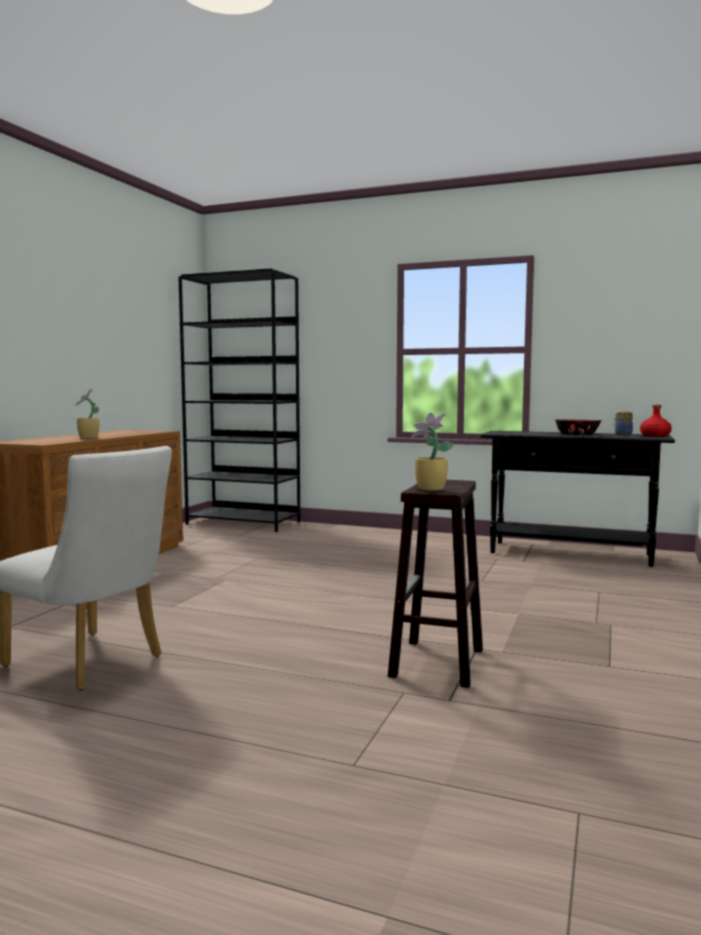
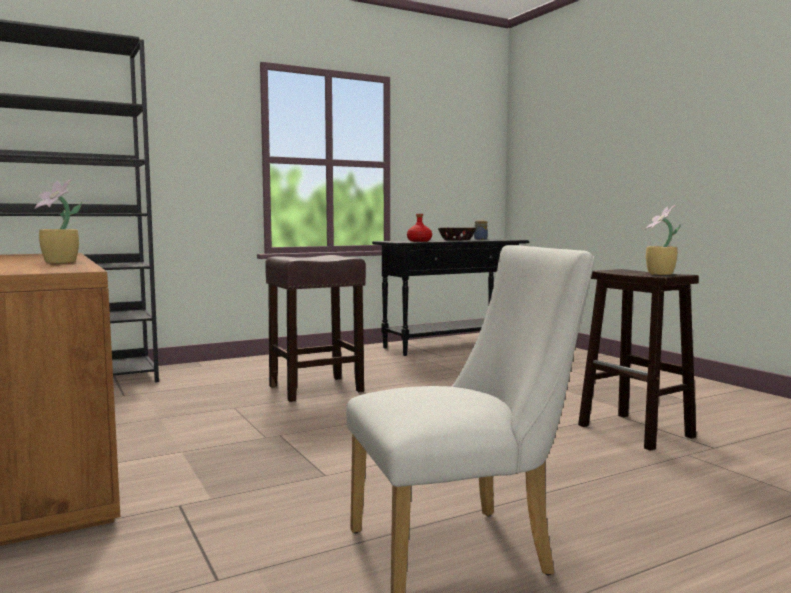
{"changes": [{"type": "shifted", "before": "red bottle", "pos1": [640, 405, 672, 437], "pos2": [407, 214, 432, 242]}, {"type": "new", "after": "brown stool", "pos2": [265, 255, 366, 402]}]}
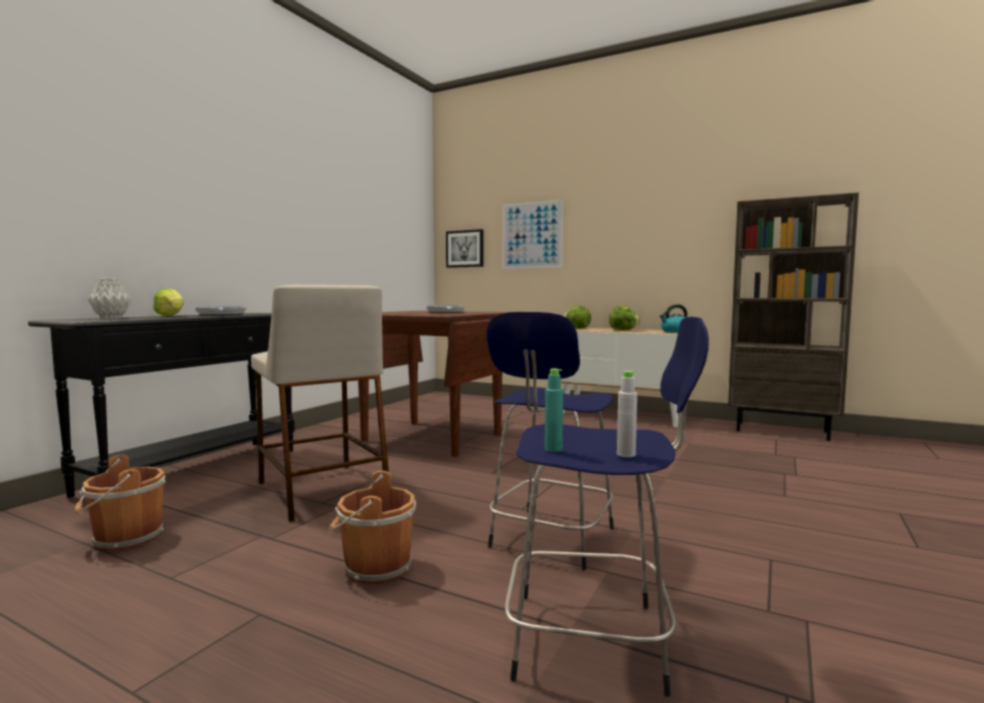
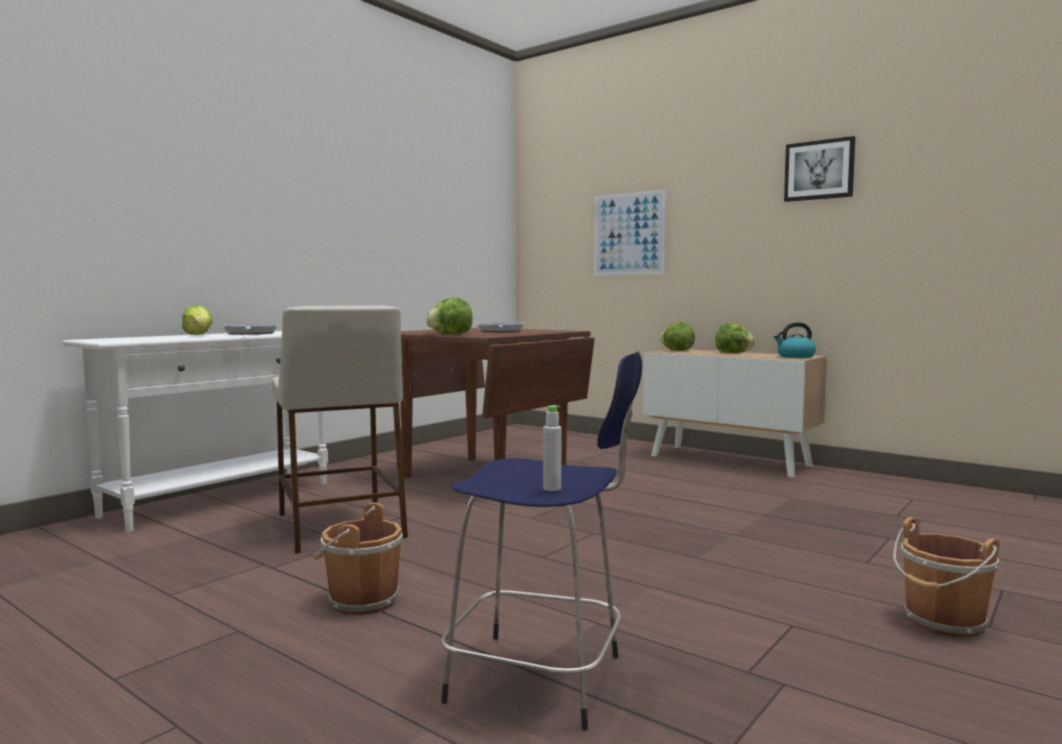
{"changes": [{"type": "gone", "before": "brown bookcase", "pos1": [728, 192, 859, 441]}, {"type": "shifted", "before": "picture", "pos1": [446, 229, 483, 268], "pos2": [784, 136, 855, 202]}, {"type": "gone", "before": "grey vase", "pos1": [88, 278, 131, 319]}, {"type": "gone", "before": "blue stool", "pos1": [487, 312, 614, 570]}, {"type": "repainted", "before": "black console table", "after": "white console table", "pos1": [28, 313, 295, 498], "pos2": [62, 331, 328, 532]}, {"type": "gone", "before": "turquoise bottle", "pos1": [545, 369, 563, 452]}, {"type": "shifted", "before": "brown bucket", "pos1": [75, 454, 166, 551], "pos2": [893, 517, 1000, 637]}, {"type": "new", "after": "lettuce", "pos2": [426, 298, 472, 334]}]}
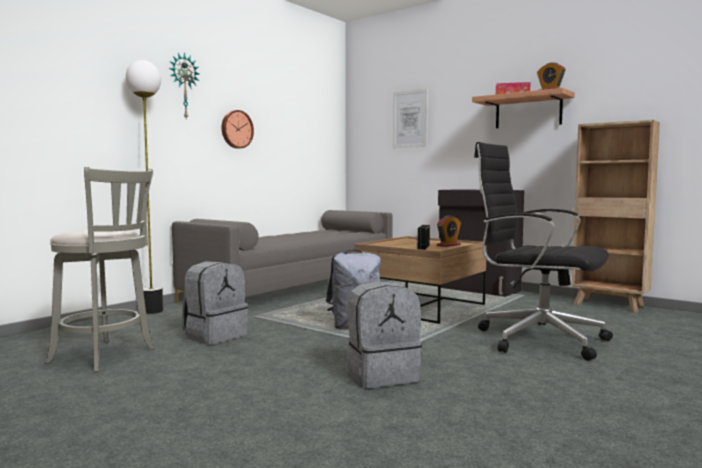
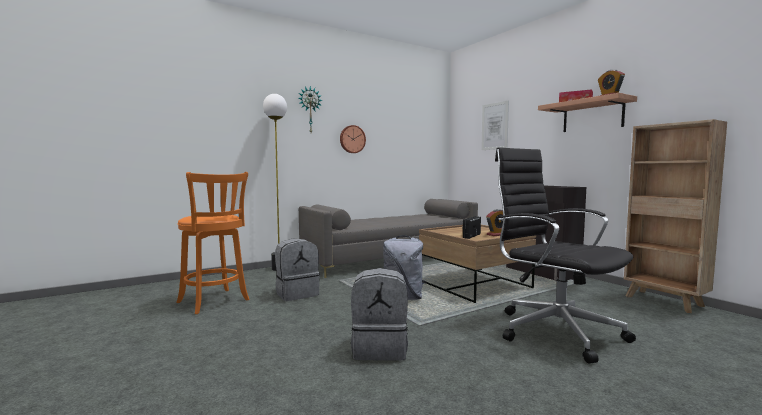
{"changes": [{"type": "repainted", "before": "grey stool", "after": "orange stool", "pos1": [45, 167, 155, 372], "pos2": [176, 172, 249, 314]}]}
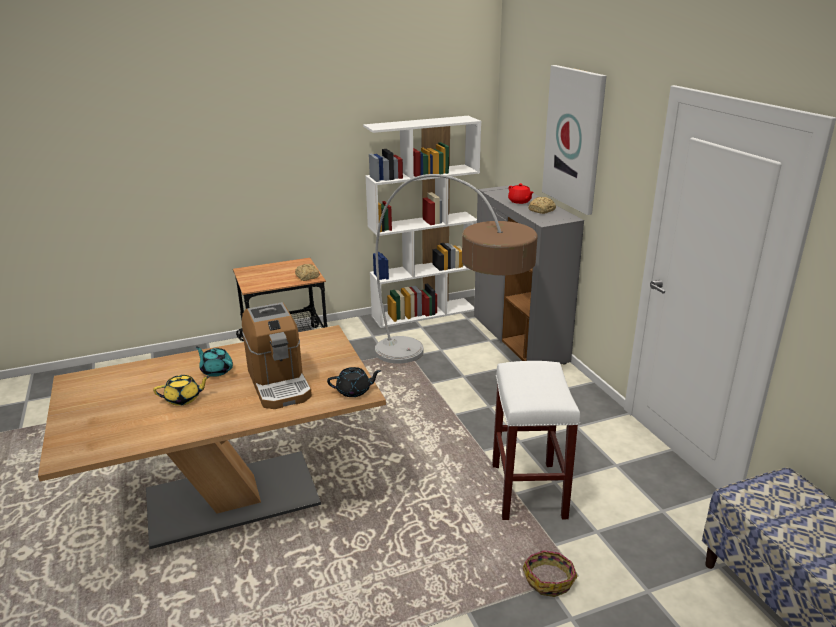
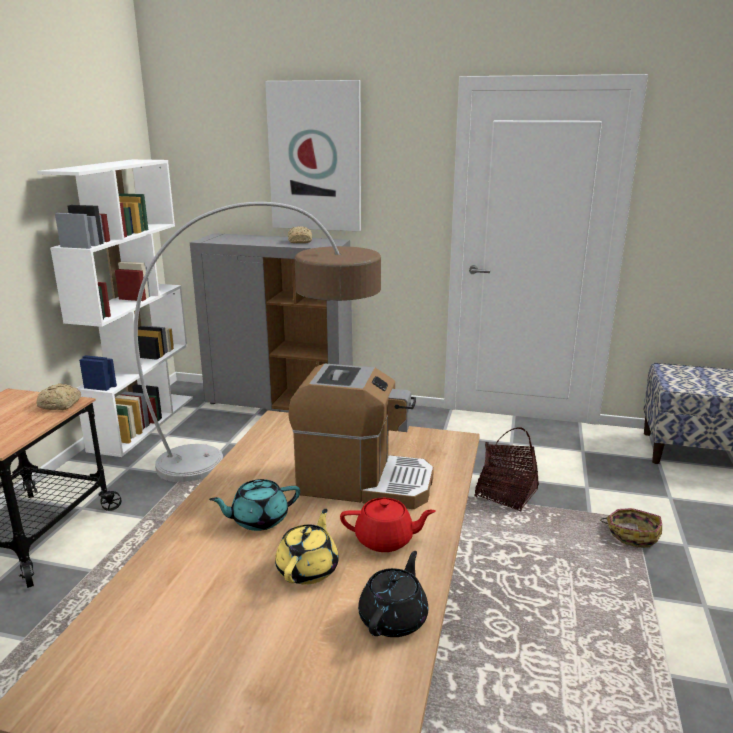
{"changes": [{"type": "shifted", "before": "red teapot", "pos1": [508, 183, 534, 204], "pos2": [340, 498, 435, 552]}, {"type": "swapped", "before": "white stool", "after": "basket", "pos1": [492, 361, 580, 520], "pos2": [475, 427, 539, 512]}, {"type": "shifted", "before": "black teapot", "pos1": [327, 367, 381, 397], "pos2": [358, 551, 428, 637]}]}
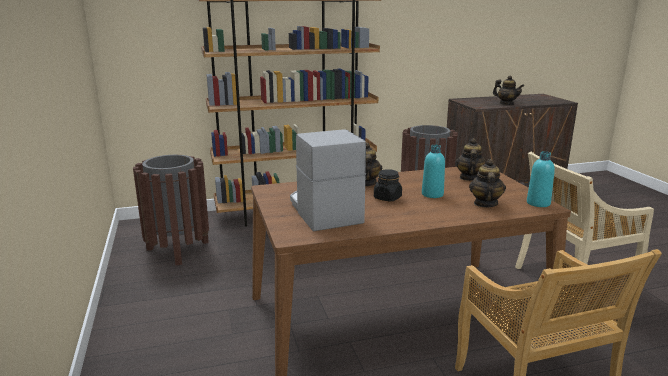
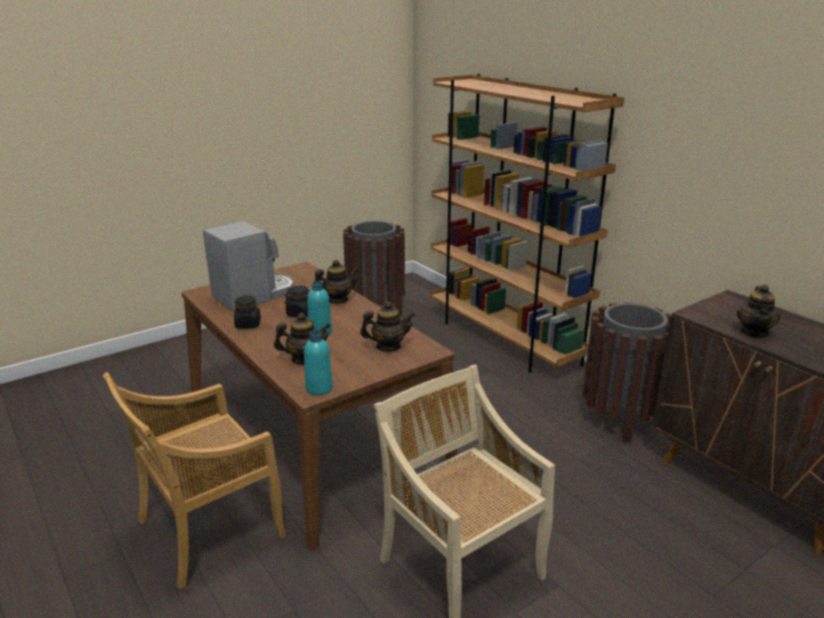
{"changes": [{"type": "new", "after": "black jar", "pos2": [234, 295, 261, 329]}]}
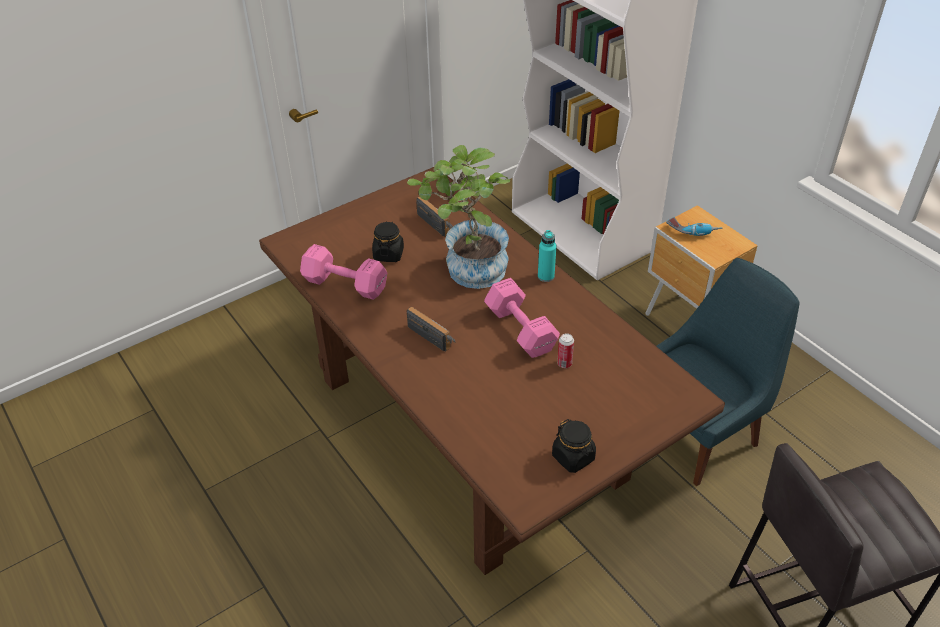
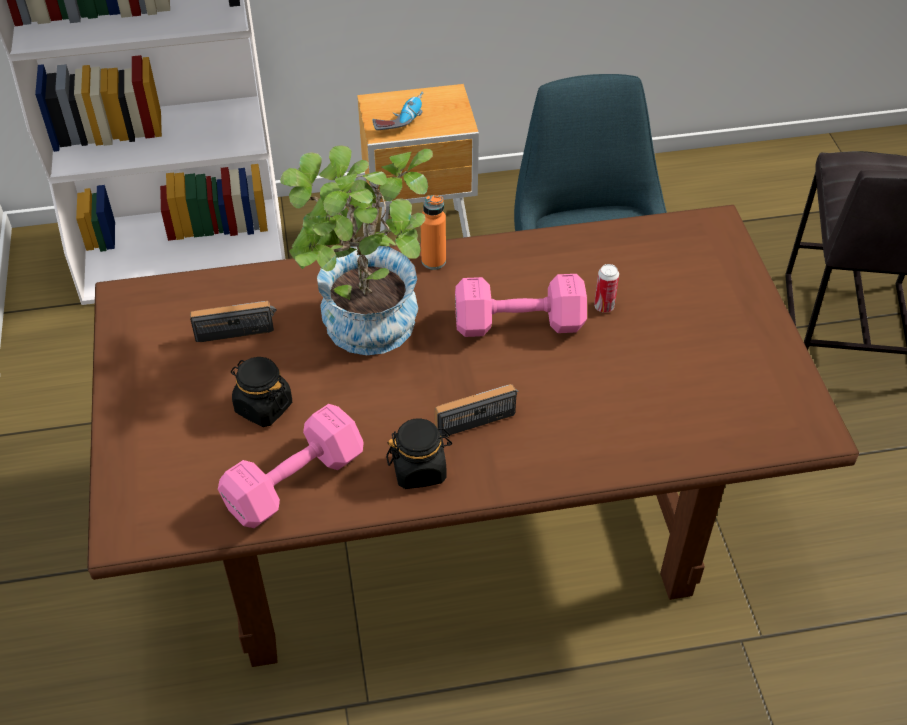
{"changes": [{"type": "repainted", "before": "turquoise bottle", "after": "orange bottle", "pos1": [538, 230, 556, 282], "pos2": [421, 195, 446, 270]}, {"type": "shifted", "before": "black jar", "pos1": [552, 419, 596, 473], "pos2": [386, 418, 452, 489]}]}
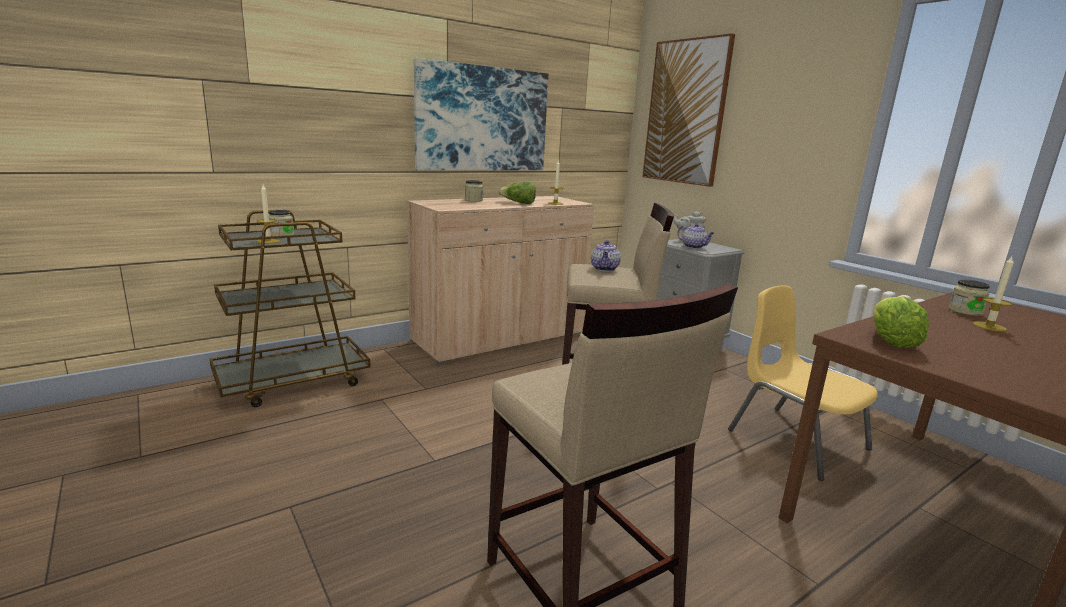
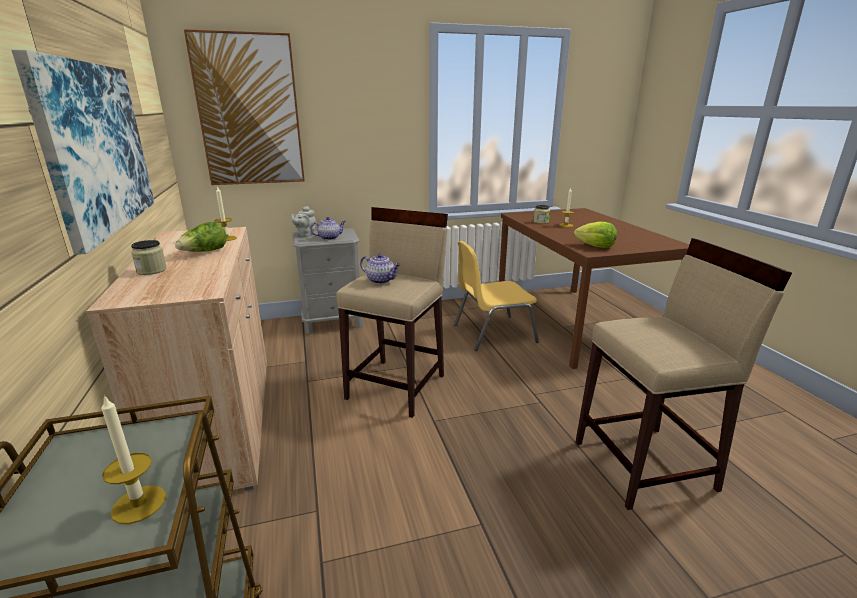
{"changes": [{"type": "gone", "before": "jar", "pos1": [269, 210, 294, 236]}]}
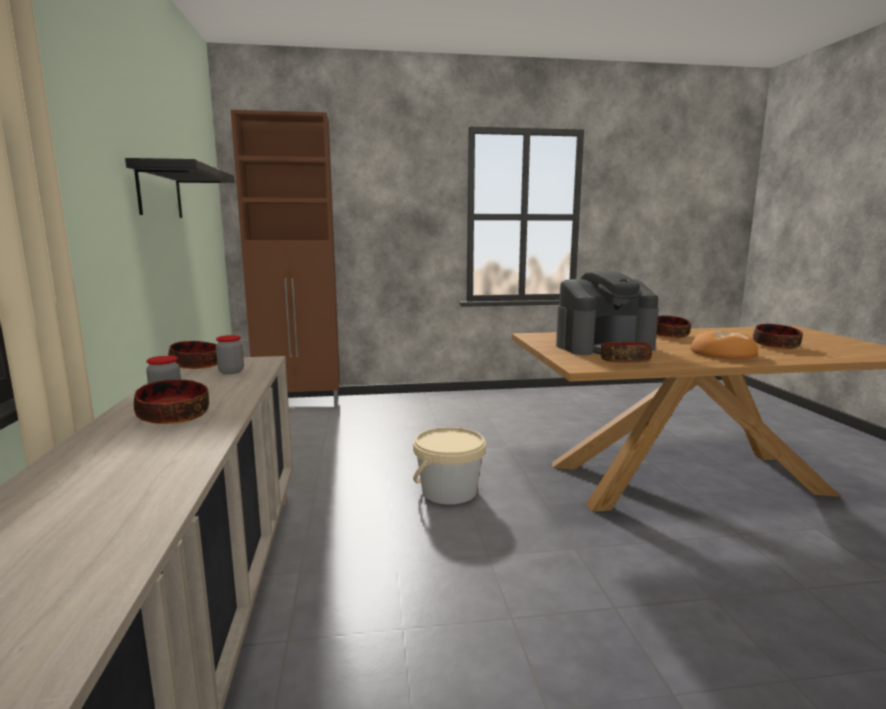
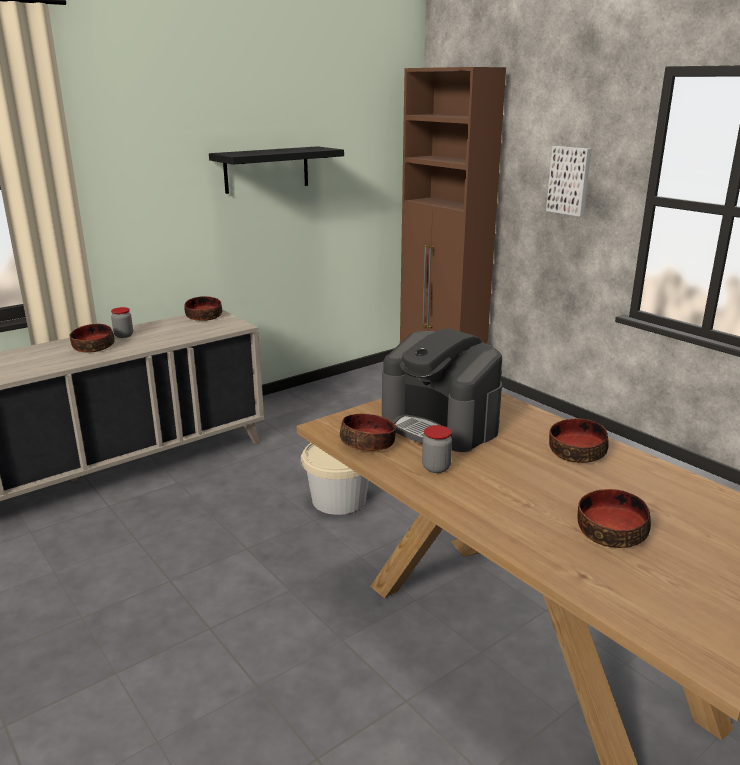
{"changes": [{"type": "gone", "before": "bread", "pos1": [690, 330, 758, 359]}, {"type": "shifted", "before": "jar", "pos1": [216, 335, 244, 374], "pos2": [422, 425, 452, 473]}, {"type": "new", "after": "picture", "pos2": [546, 146, 591, 217]}]}
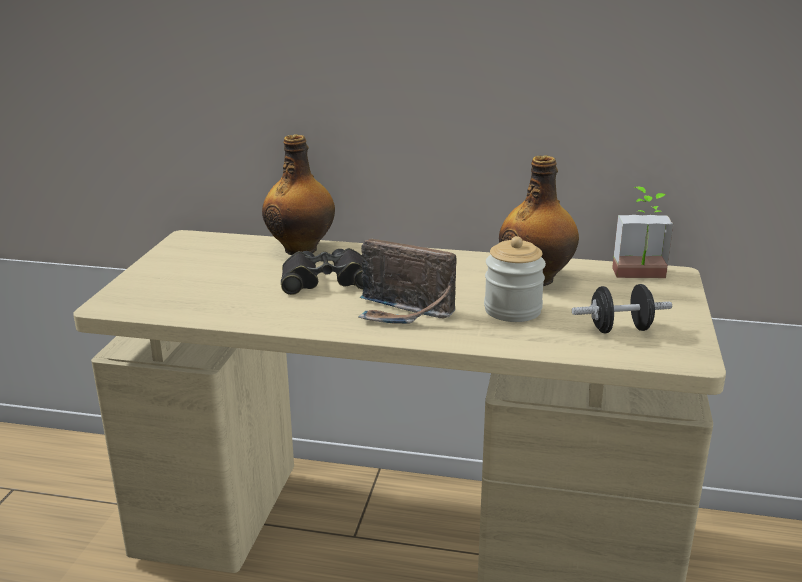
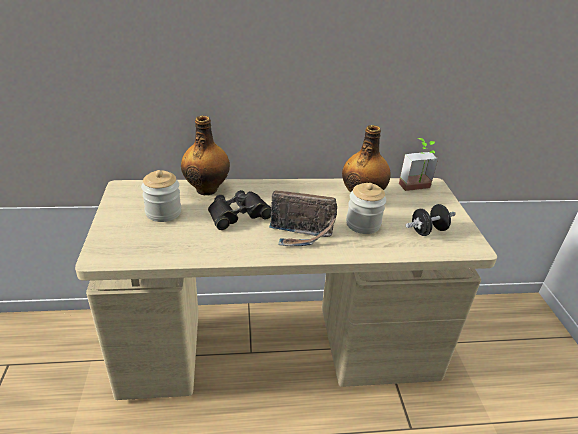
{"changes": [{"type": "new", "after": "jar", "pos2": [141, 170, 181, 222]}]}
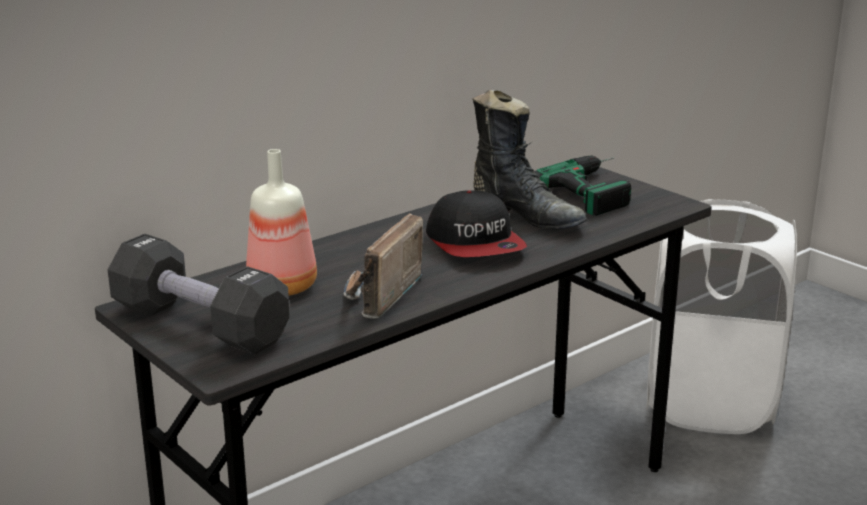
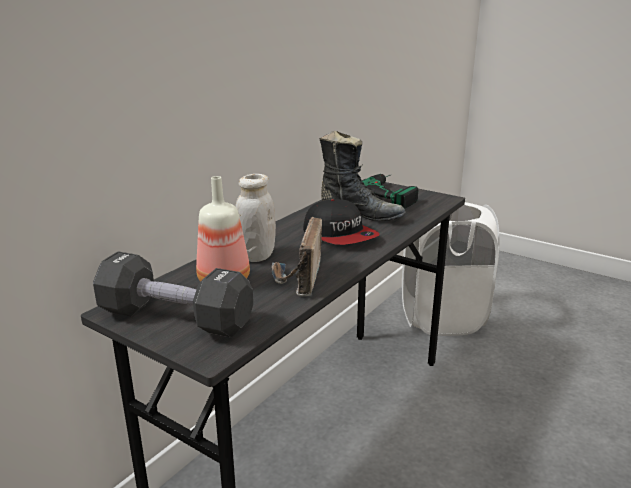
{"changes": [{"type": "new", "after": "white jar", "pos2": [235, 174, 276, 262]}]}
